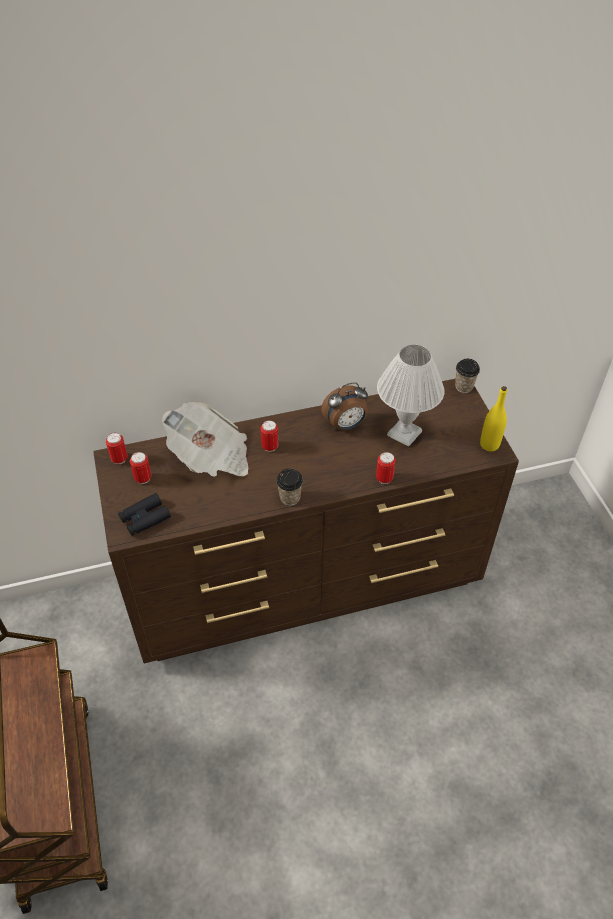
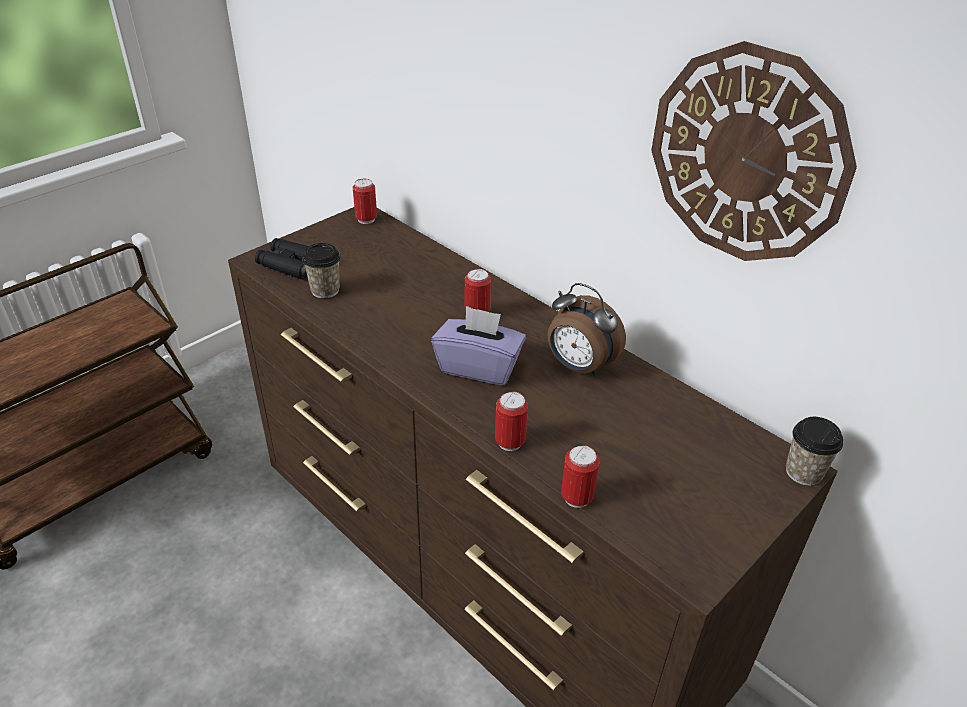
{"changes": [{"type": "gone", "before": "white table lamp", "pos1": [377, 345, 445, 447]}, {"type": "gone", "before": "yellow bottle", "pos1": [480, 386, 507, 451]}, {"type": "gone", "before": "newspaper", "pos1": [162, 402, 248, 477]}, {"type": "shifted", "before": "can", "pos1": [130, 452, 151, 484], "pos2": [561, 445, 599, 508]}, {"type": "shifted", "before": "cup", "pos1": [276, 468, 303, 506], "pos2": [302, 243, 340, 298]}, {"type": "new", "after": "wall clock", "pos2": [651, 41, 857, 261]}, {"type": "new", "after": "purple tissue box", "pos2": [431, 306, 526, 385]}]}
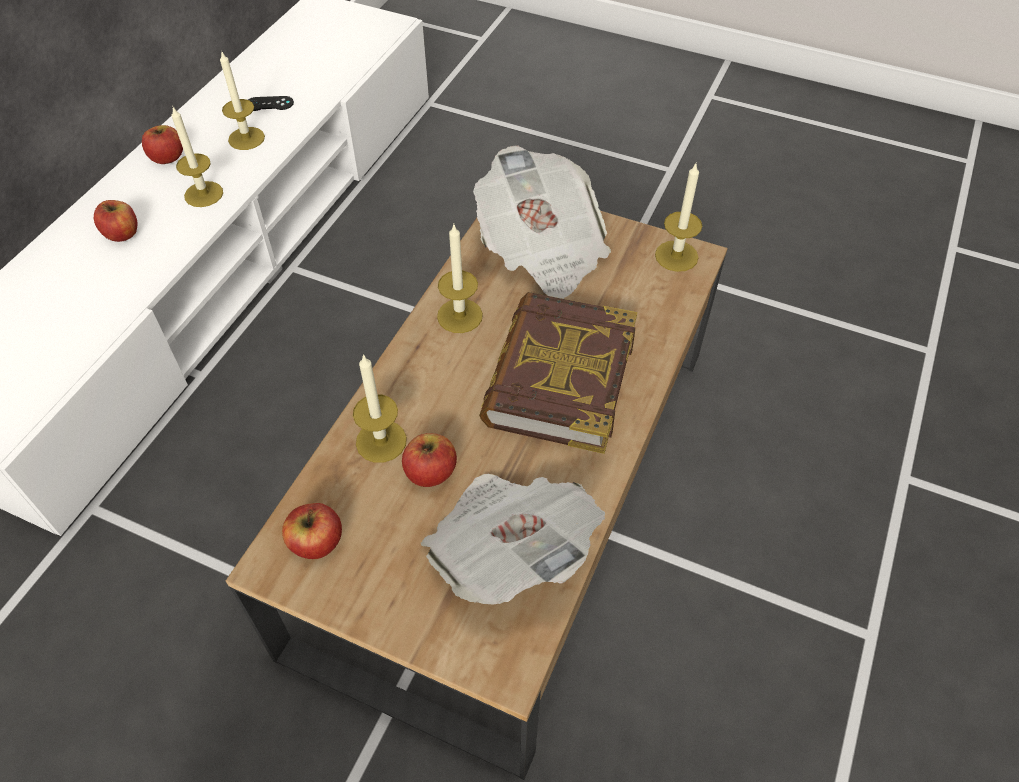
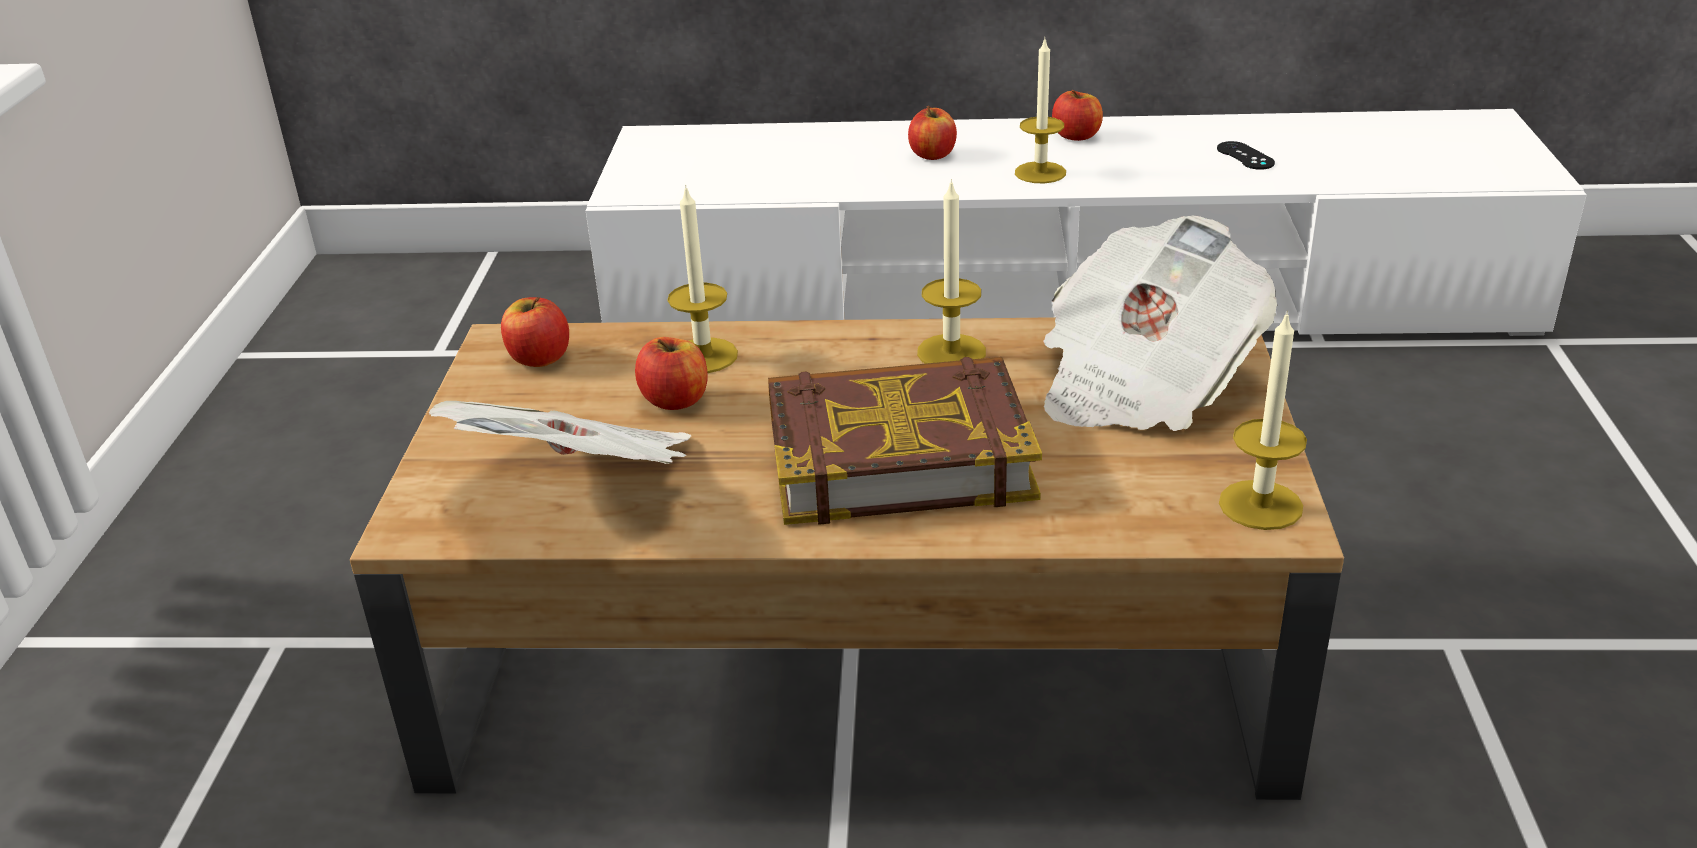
{"changes": [{"type": "gone", "before": "candle", "pos1": [220, 50, 265, 150]}]}
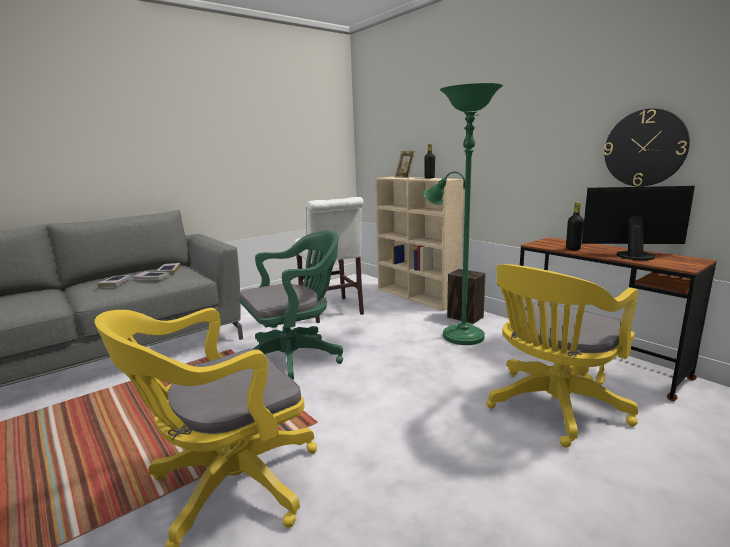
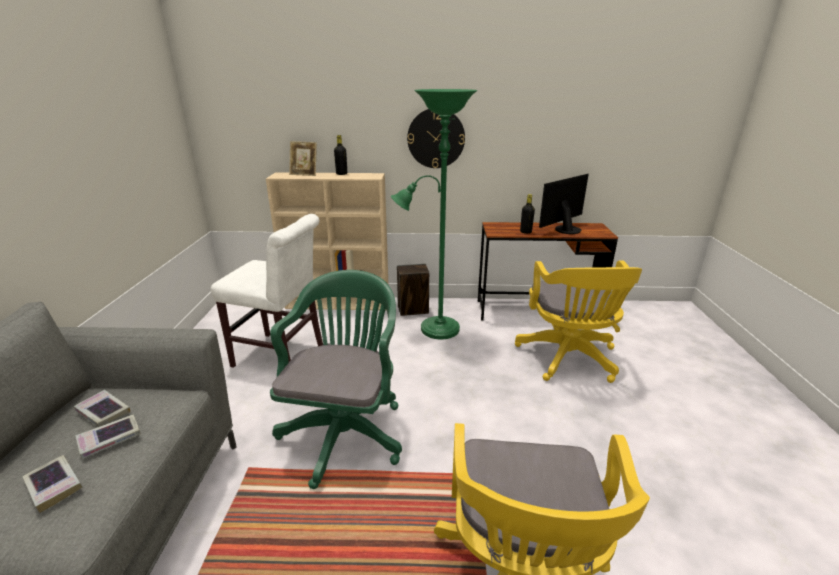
{"changes": [{"type": "shifted", "before": "wall clock", "pos1": [604, 108, 690, 187], "pos2": [407, 109, 465, 168]}]}
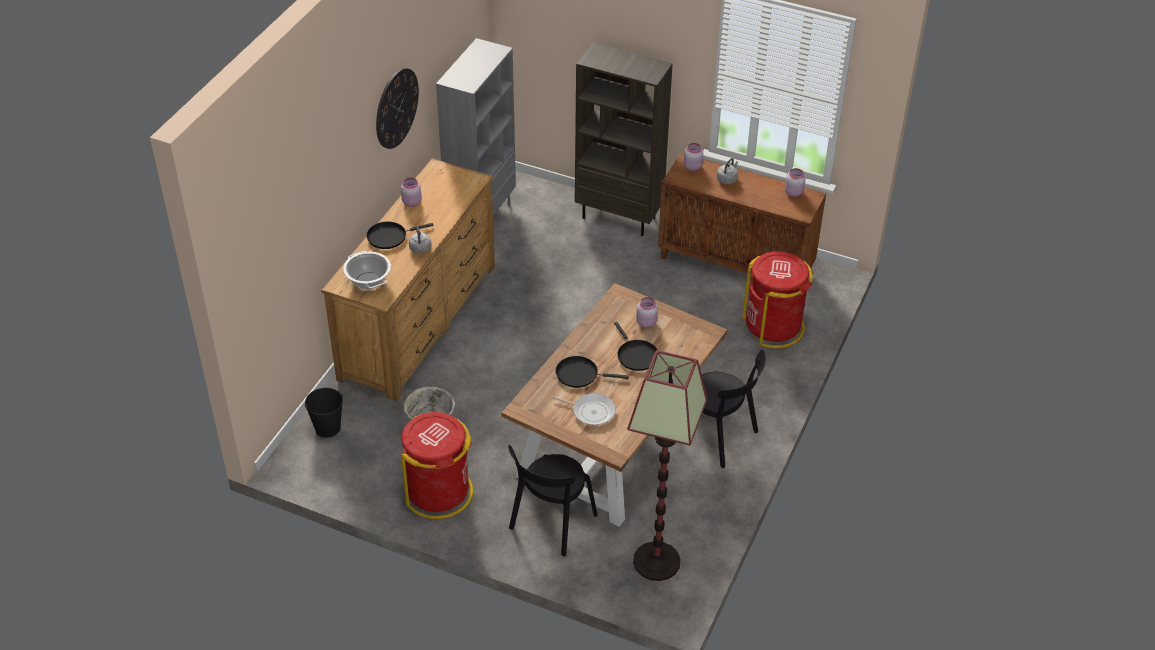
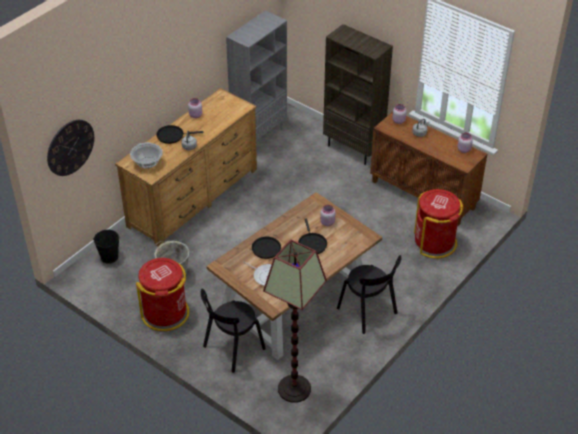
{"changes": [{"type": "shifted", "before": "wall clock", "pos1": [376, 68, 419, 149], "pos2": [47, 120, 94, 176]}]}
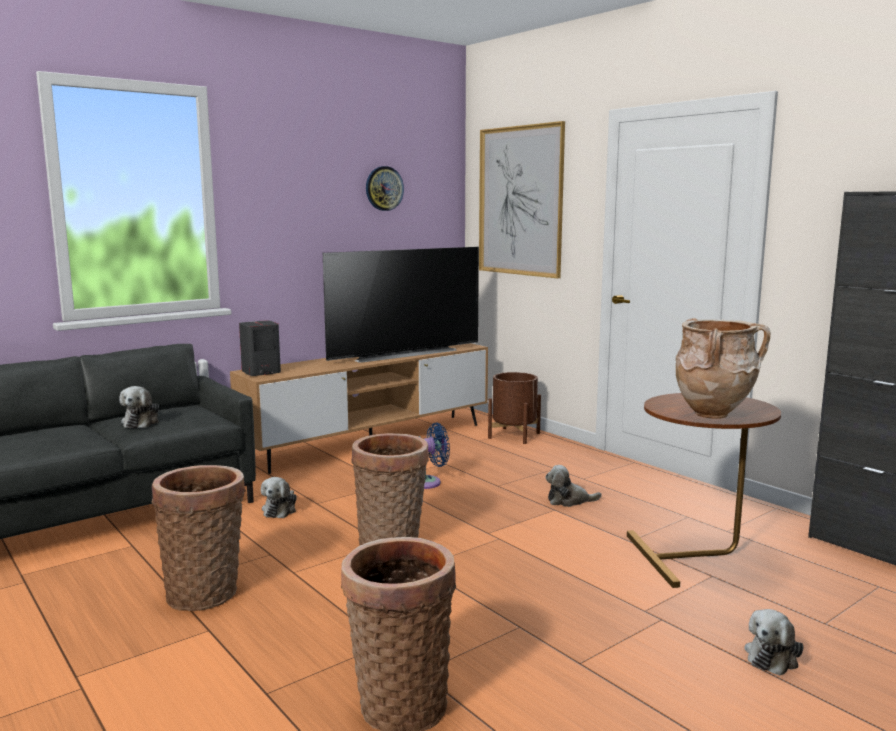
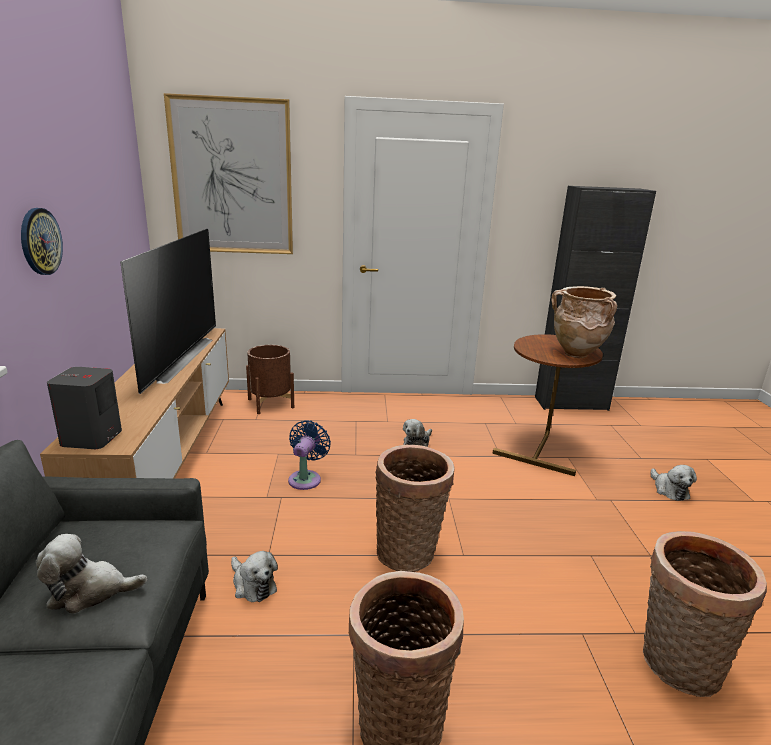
{"changes": [{"type": "shifted", "before": "wall clock", "pos1": [366, 166, 404, 211], "pos2": [21, 208, 63, 275]}, {"type": "rotated", "before": "plush toy", "pos1": [119, 386, 159, 428], "pos2": [36, 534, 147, 614], "turn": 135}]}
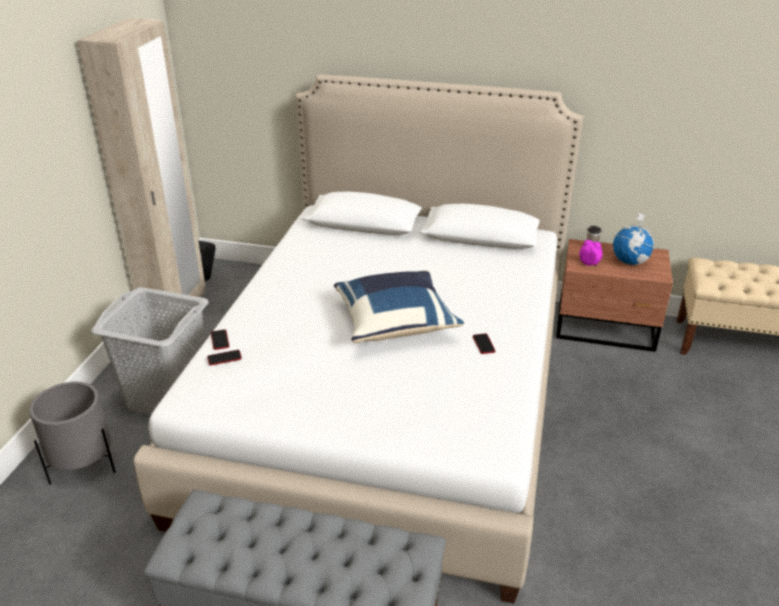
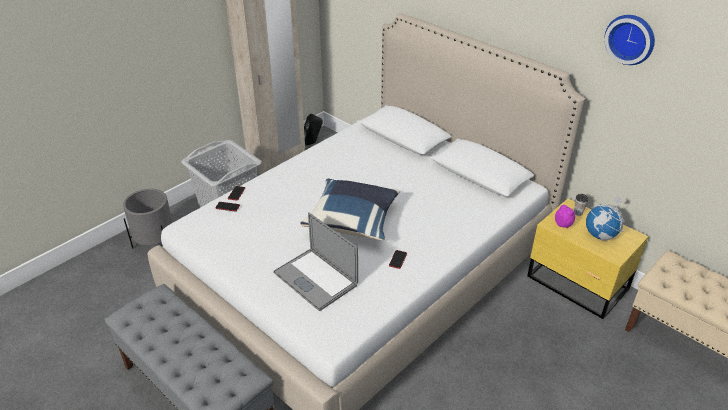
{"changes": [{"type": "repainted", "before": "brown nightstand", "after": "yellow nightstand", "pos1": [556, 239, 673, 352], "pos2": [527, 199, 649, 319]}, {"type": "new", "after": "wall clock", "pos2": [604, 15, 655, 65]}, {"type": "new", "after": "laptop", "pos2": [273, 212, 358, 311]}]}
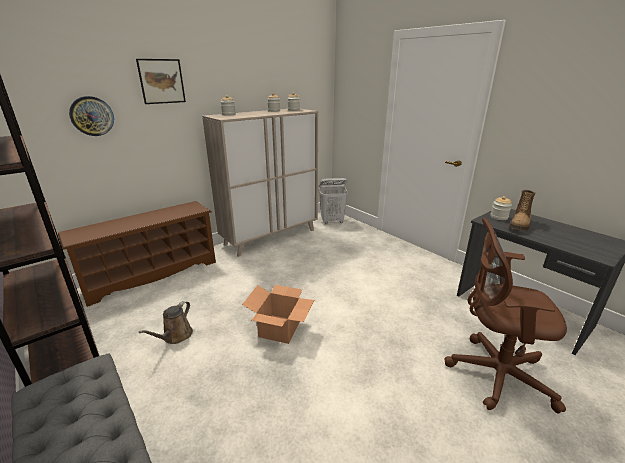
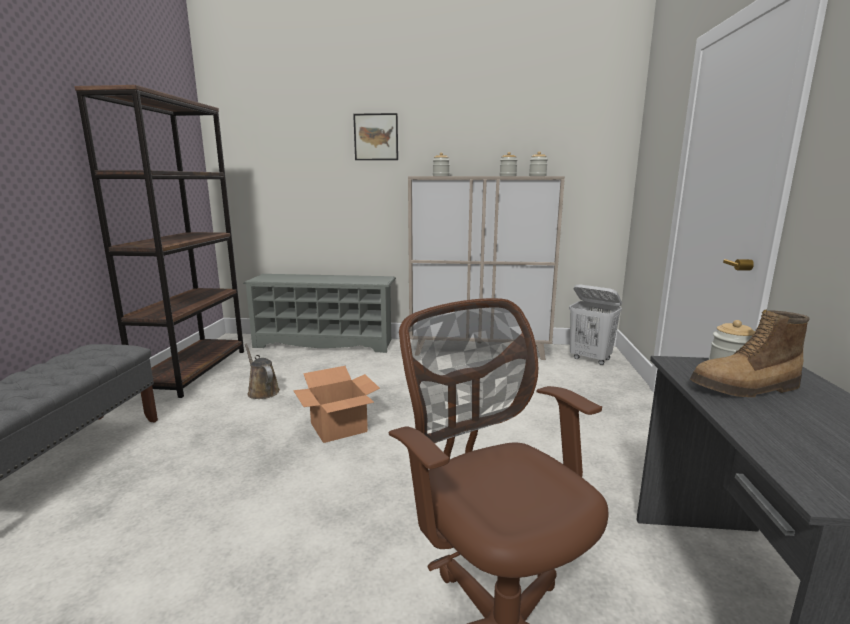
{"changes": [{"type": "gone", "before": "wall clock", "pos1": [69, 96, 114, 136]}, {"type": "repainted", "before": "brown shoe rack", "after": "grey shoe rack", "pos1": [58, 201, 216, 307], "pos2": [243, 274, 396, 353]}, {"type": "rotated", "before": "brown watering can", "pos1": [138, 301, 193, 344], "pos2": [245, 344, 280, 399], "turn": 75}]}
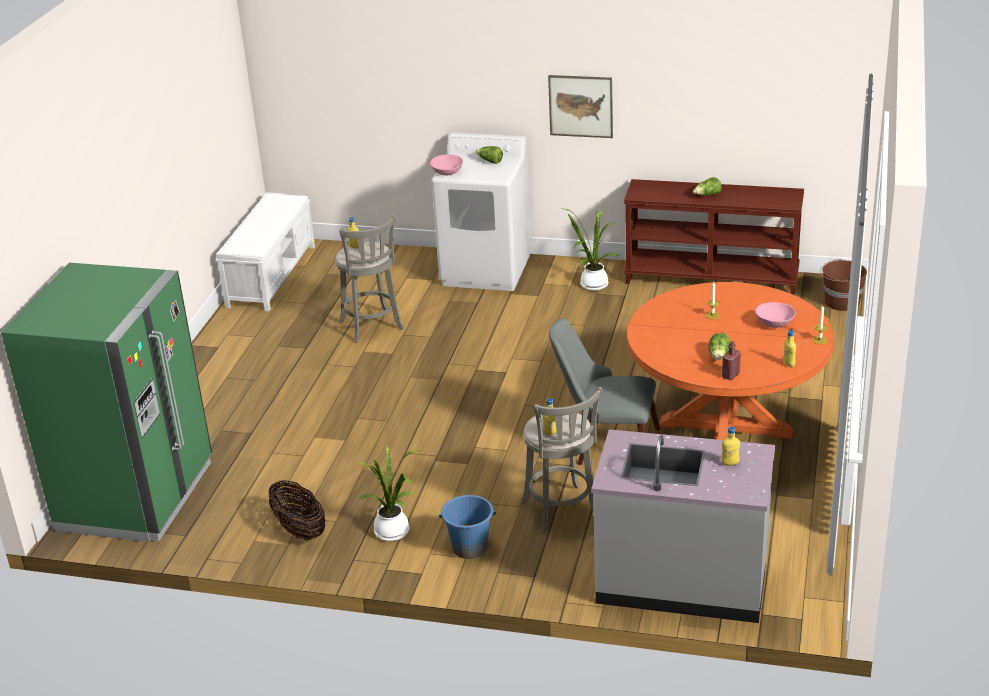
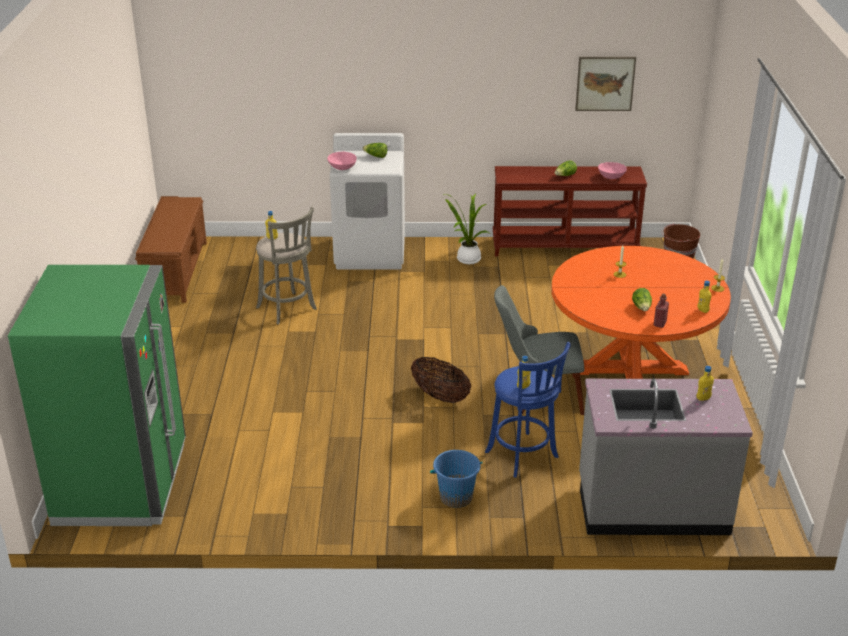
{"changes": [{"type": "shifted", "before": "picture", "pos1": [548, 75, 613, 138], "pos2": [575, 57, 636, 111]}, {"type": "repainted", "before": "white bench", "after": "brown bench", "pos1": [216, 192, 315, 311], "pos2": [135, 196, 207, 303]}, {"type": "shifted", "before": "pink bowl", "pos1": [755, 302, 796, 328], "pos2": [598, 162, 627, 179]}, {"type": "repainted", "before": "grey stool", "after": "blue stool", "pos1": [521, 387, 602, 533], "pos2": [485, 342, 570, 478]}, {"type": "gone", "before": "potted plant", "pos1": [358, 444, 419, 541]}, {"type": "shifted", "before": "basket", "pos1": [269, 480, 325, 540], "pos2": [411, 357, 471, 403]}]}
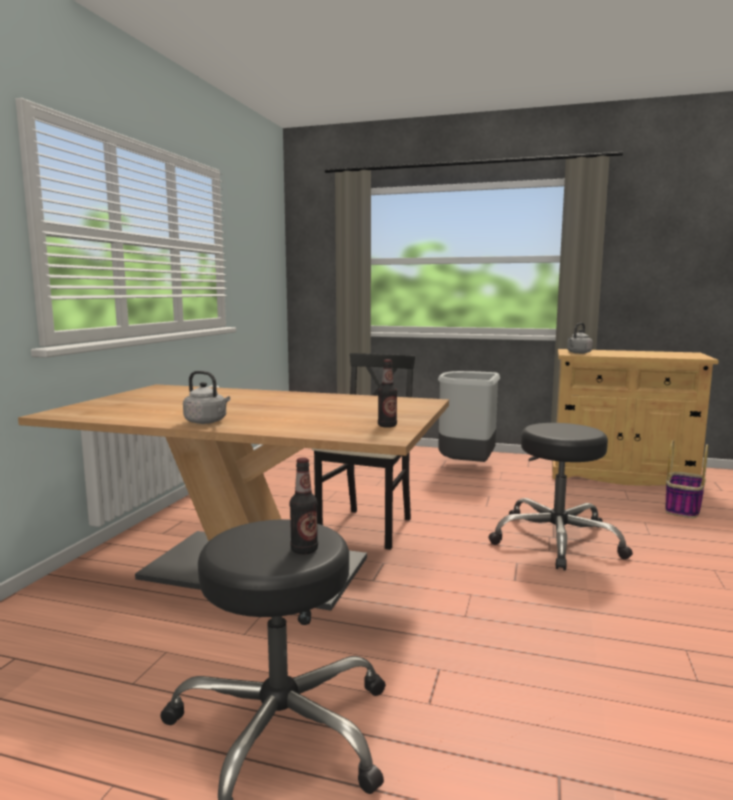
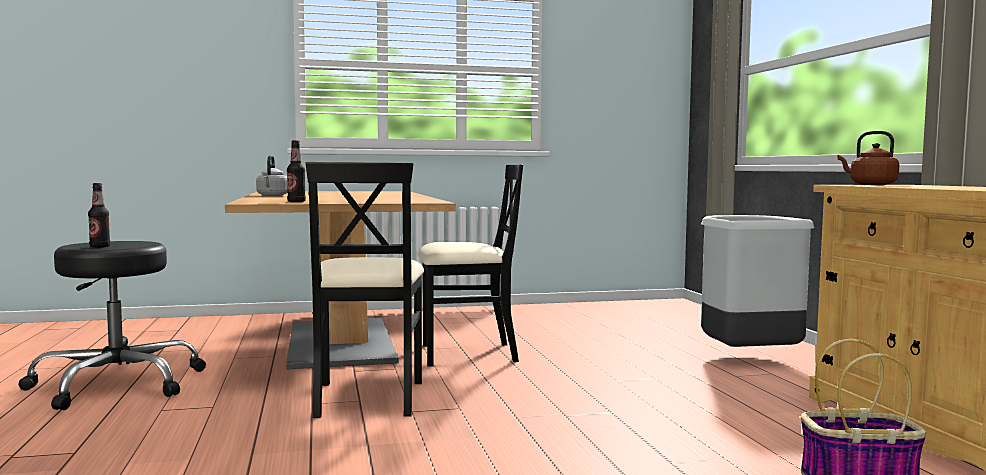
{"changes": [{"type": "repainted", "before": "grey kettle", "after": "brown kettle", "pos1": [567, 323, 593, 354], "pos2": [837, 131, 899, 185]}, {"type": "gone", "before": "black stool", "pos1": [488, 423, 633, 570]}, {"type": "new", "after": "black chair", "pos2": [306, 162, 424, 418]}]}
